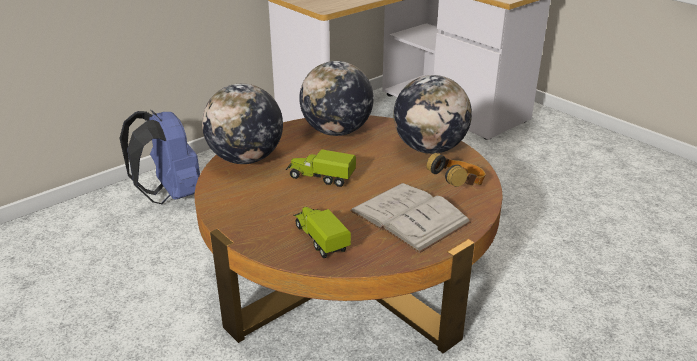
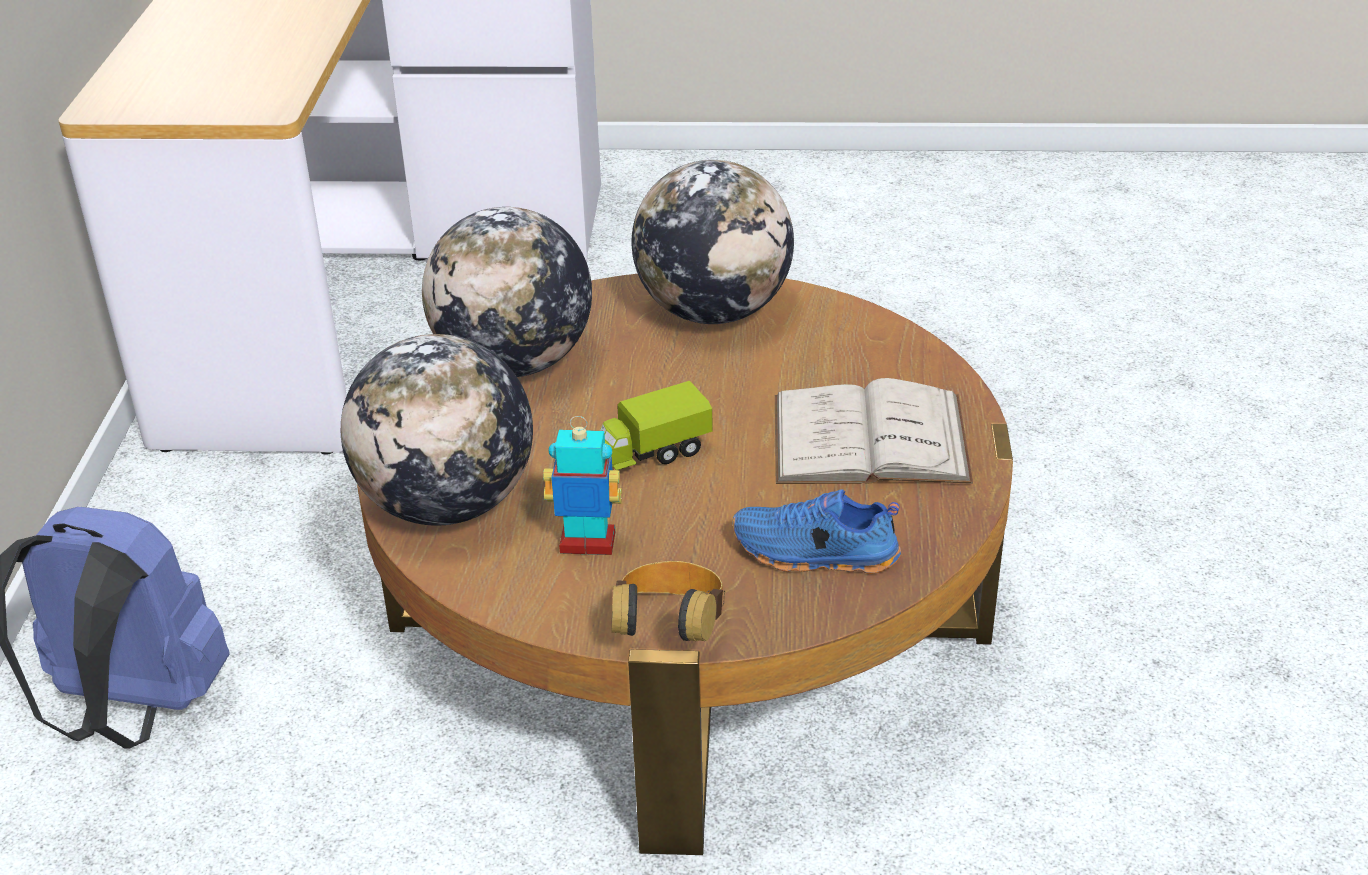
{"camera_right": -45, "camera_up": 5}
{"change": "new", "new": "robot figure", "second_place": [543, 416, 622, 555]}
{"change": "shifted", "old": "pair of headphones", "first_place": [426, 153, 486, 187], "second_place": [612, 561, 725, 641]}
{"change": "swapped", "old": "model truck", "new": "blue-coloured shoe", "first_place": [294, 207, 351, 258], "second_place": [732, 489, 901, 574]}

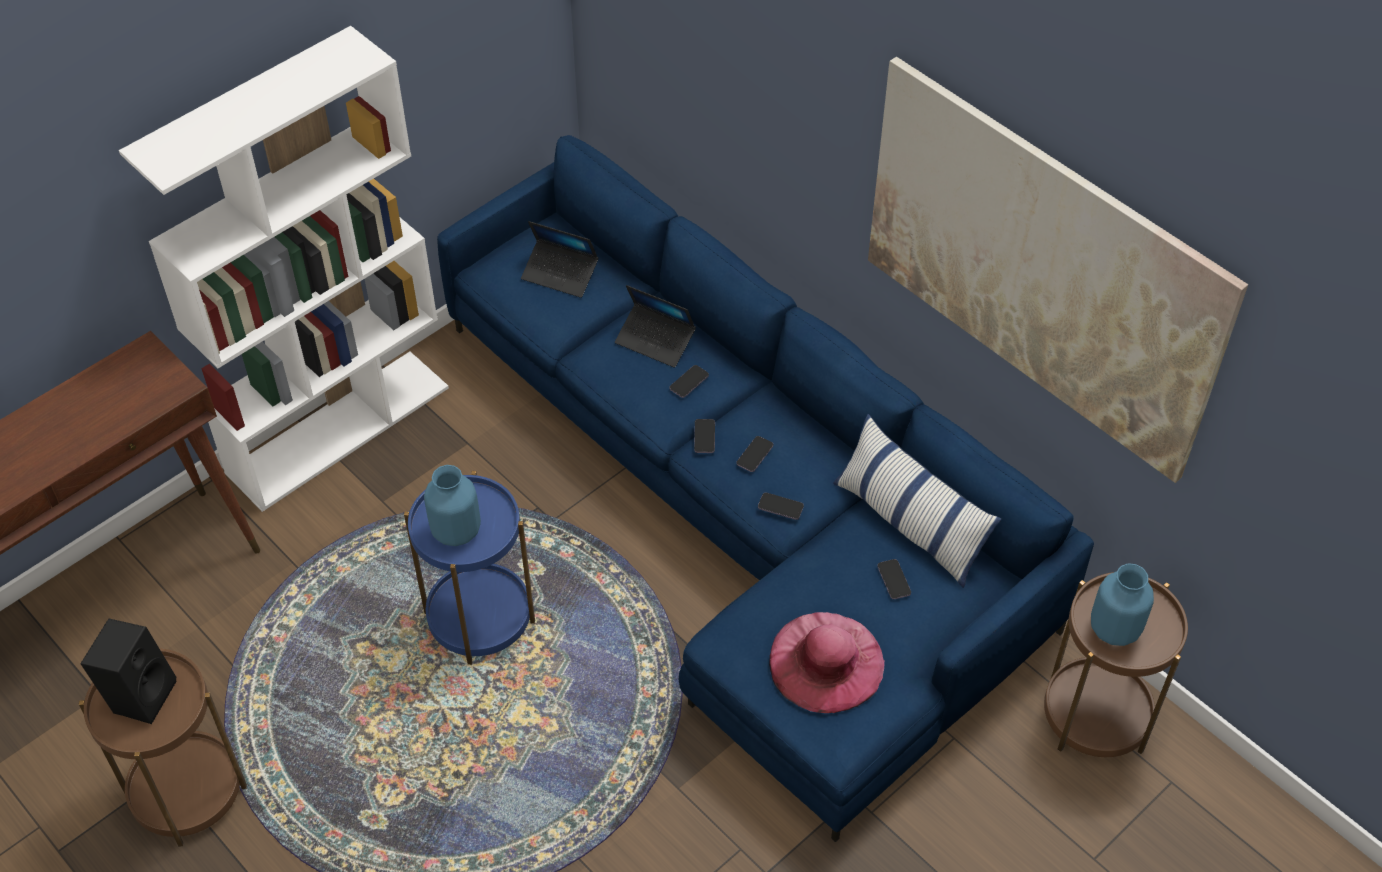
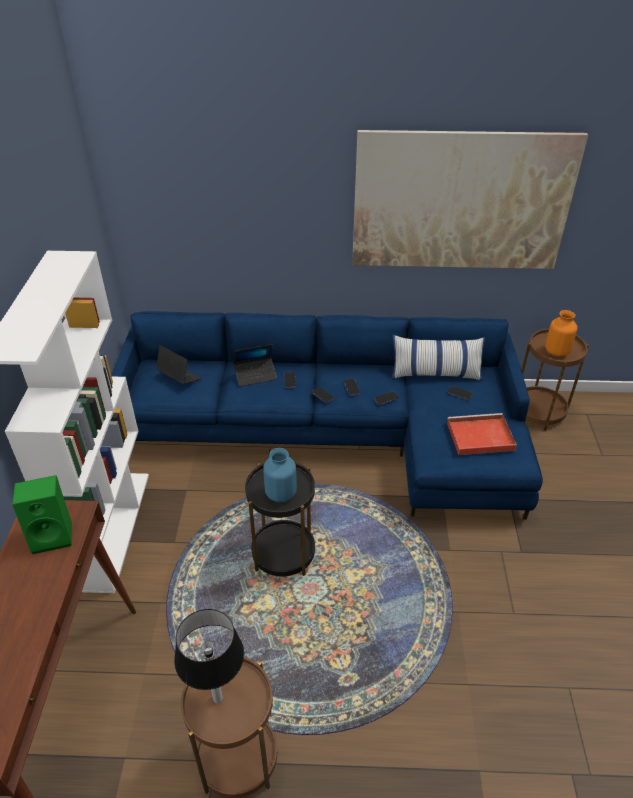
{"camera_right": -45, "camera_up": -10}
{"change": "new", "new": "greenish audio speaker", "second_place": [12, 475, 72, 554]}
{"change": "swapped", "old": "black audio speaker", "new": "tabletop lamp", "first_place": [81, 619, 177, 724], "second_place": [174, 609, 244, 704]}
{"change": "swapped", "old": "pinkish hat", "new": "reddish tray", "first_place": [769, 612, 885, 713], "second_place": [447, 413, 517, 455]}
{"change": "repainted", "old": "blue-coloured end table", "new": "black end table", "first_place": [404, 471, 535, 665], "second_place": [245, 462, 315, 576]}
{"change": "repainted", "old": "blue-coloured flower vase", "new": "orange flower vase", "first_place": [1091, 564, 1154, 646], "second_place": [545, 310, 577, 356]}
{"change": "rotated", "old": "notebook computer", "first_place": [521, 221, 599, 298], "second_place": [156, 345, 202, 385], "degrees": -120}

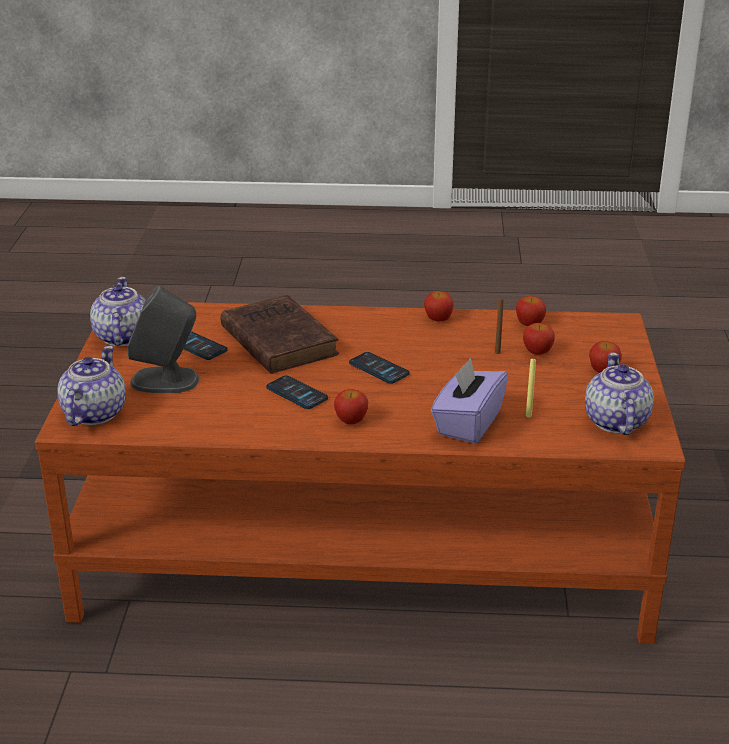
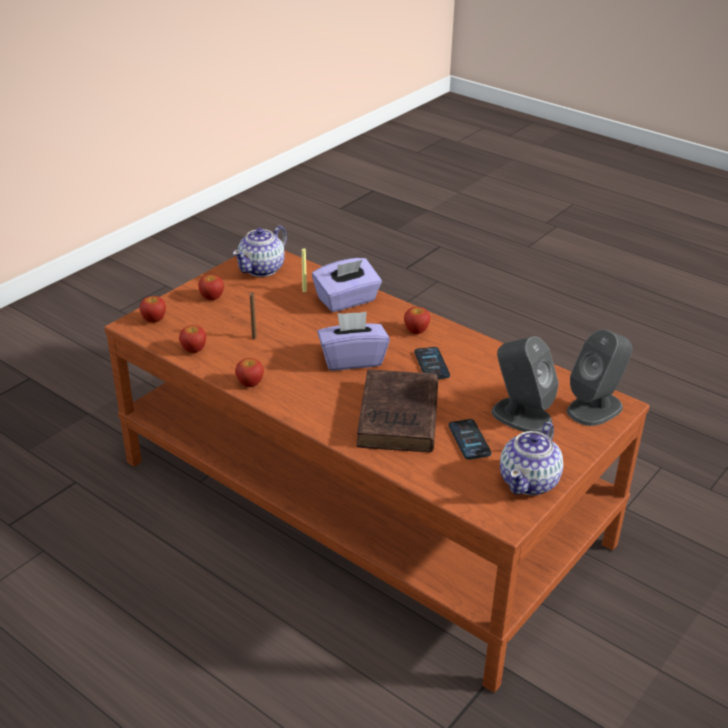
{"camera_right": -145, "camera_up": 5}
{"change": "shifted", "old": "whole apple", "first_place": [523, 323, 555, 355], "second_place": [139, 296, 166, 323]}
{"change": "swapped", "old": "teapot", "new": "gray audio speaker", "first_place": [58, 346, 126, 426], "second_place": [567, 329, 632, 426]}
{"change": "swapped", "old": "handset", "new": "purple-coloured tissue box", "first_place": [349, 352, 409, 384], "second_place": [317, 312, 390, 370]}

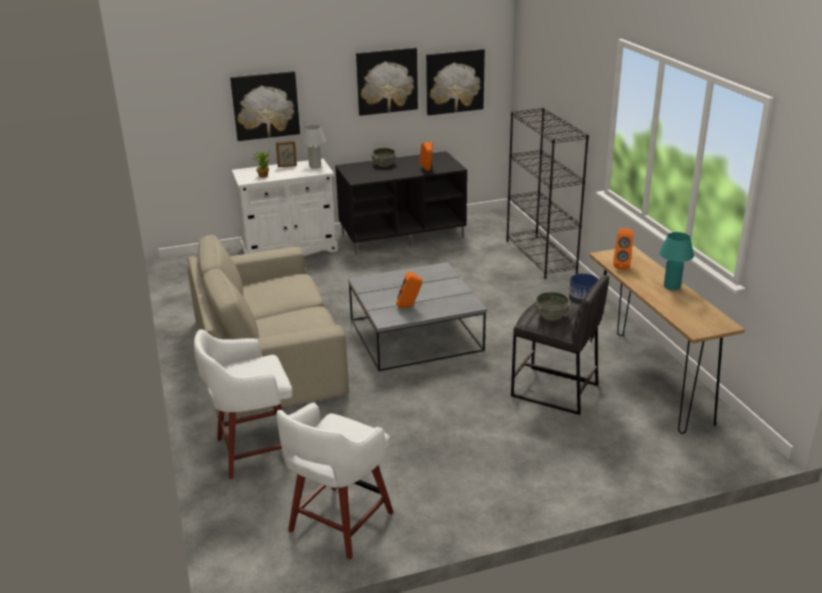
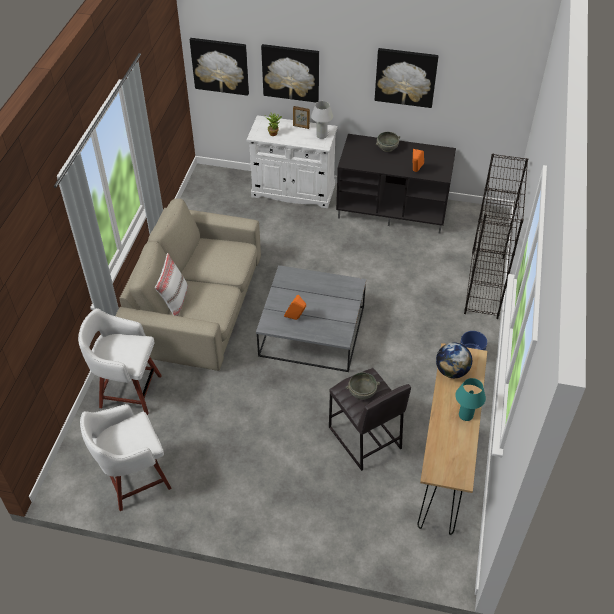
{"camera_right": 30, "camera_up": 20}
{"change": "new", "new": "white-coloured throw pillow", "second_place": [155, 253, 188, 316]}
{"change": "shifted", "old": "picture", "first_place": [426, 49, 485, 115], "second_place": [190, 38, 249, 96]}
{"change": "swapped", "old": "orange audio speaker", "new": "globe", "first_place": [613, 228, 634, 270], "second_place": [436, 342, 472, 378]}

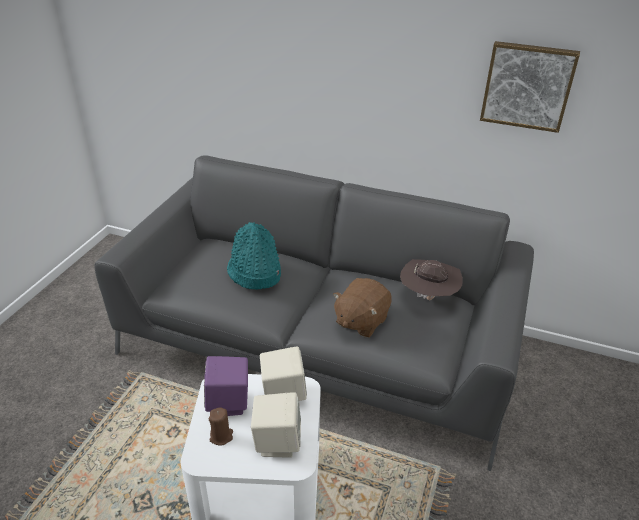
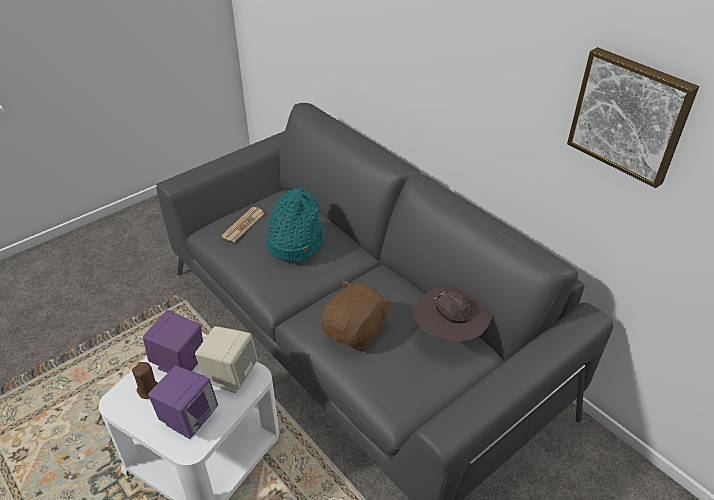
{"camera_right": 30, "camera_up": 5}
{"change": "new", "new": "newspaper", "second_place": [221, 207, 265, 242]}
{"change": "repainted", "old": "sand-coloured audio speaker", "new": "purple-coloured audio speaker", "first_place": [251, 392, 301, 458], "second_place": [148, 366, 218, 439]}
{"change": "rotated", "old": "brownish cuddly toy", "first_place": [333, 278, 392, 338], "second_place": [321, 281, 390, 351], "degrees": 150}

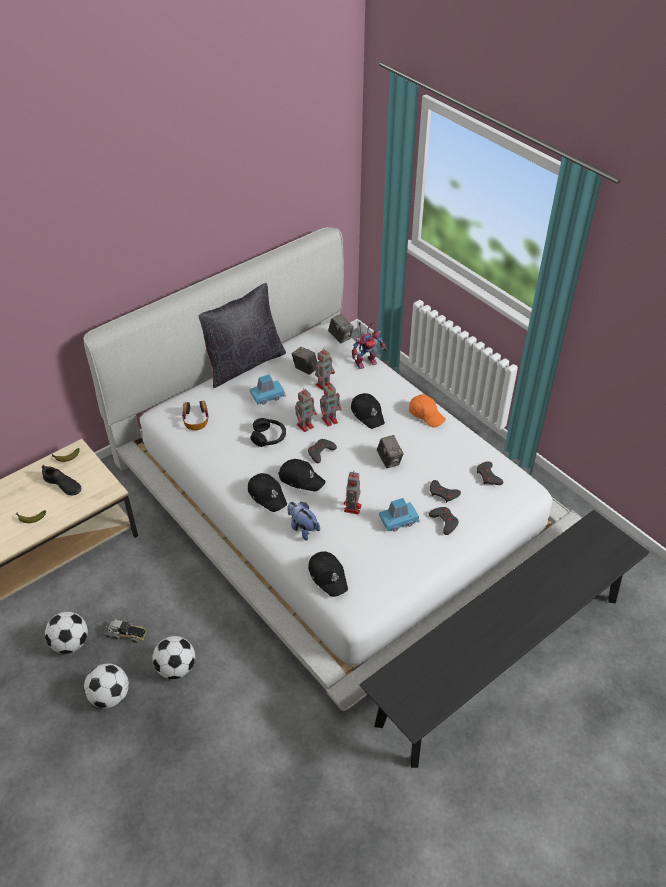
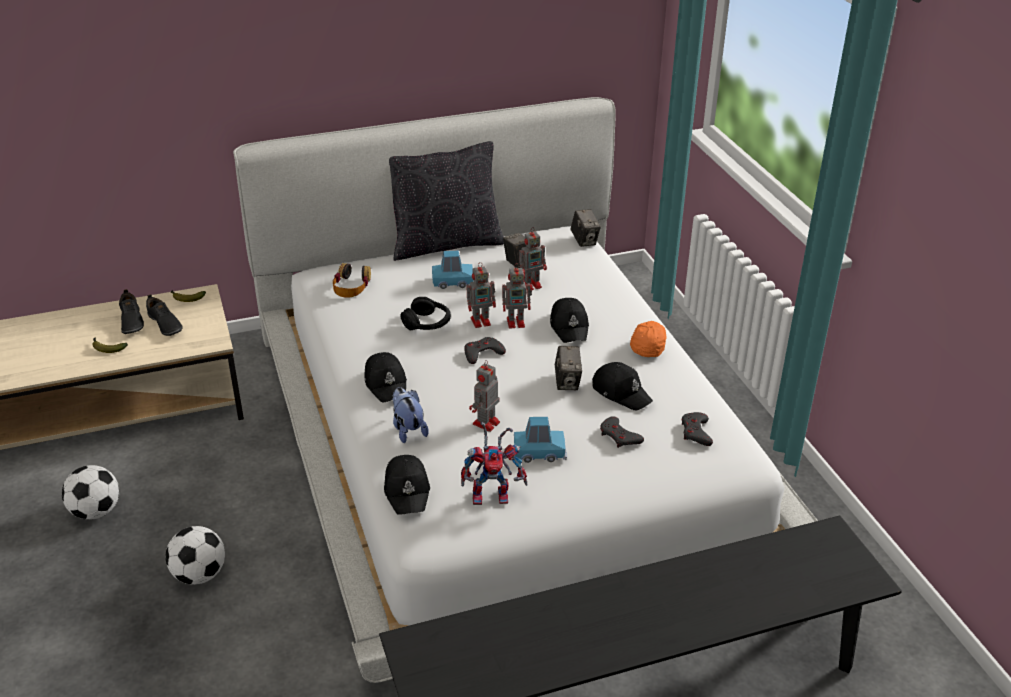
{"camera_right": 20, "camera_up": -10}
{"change": "gone", "old": "football ball", "first_place": [84, 663, 129, 708]}
{"change": "gone", "old": "model truck", "first_place": [104, 615, 147, 644]}
{"change": "gone", "old": "gray gamepad", "first_place": [429, 507, 459, 535]}
{"change": "new", "new": "black shoe", "second_place": [119, 289, 144, 334]}
{"change": "shifted", "old": "black peaked cap", "first_place": [278, 459, 326, 491], "second_place": [592, 362, 653, 411]}
{"change": "shifted", "old": "robot figure", "first_place": [352, 322, 387, 369], "second_place": [461, 422, 527, 505]}
{"change": "rotated", "old": "orange peaked cap", "first_place": [409, 394, 446, 427], "second_place": [630, 321, 667, 357], "degrees": -135}

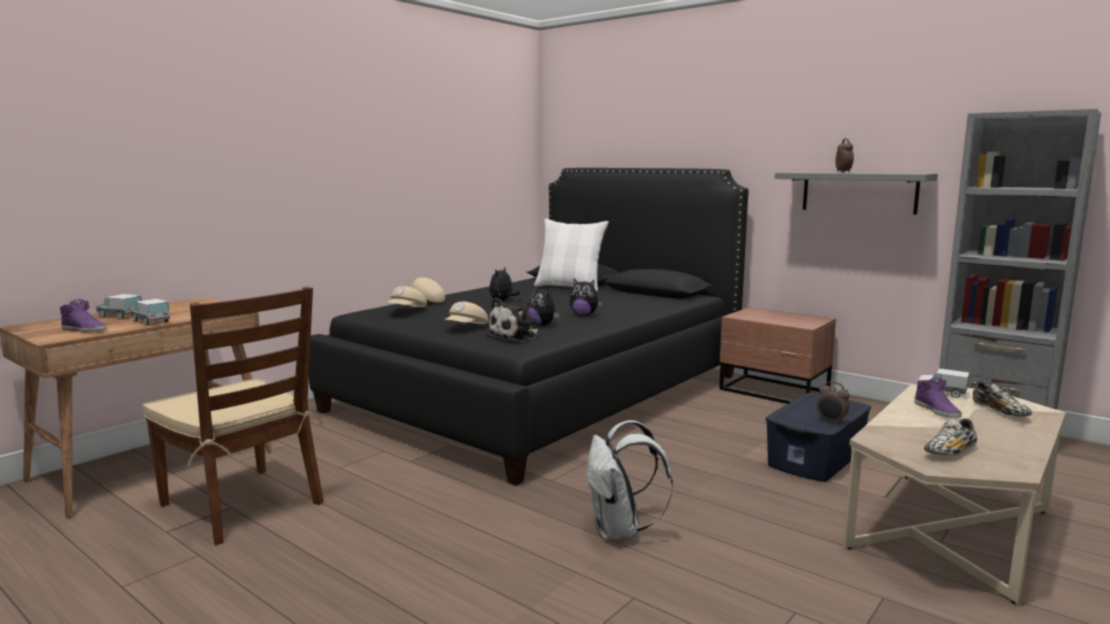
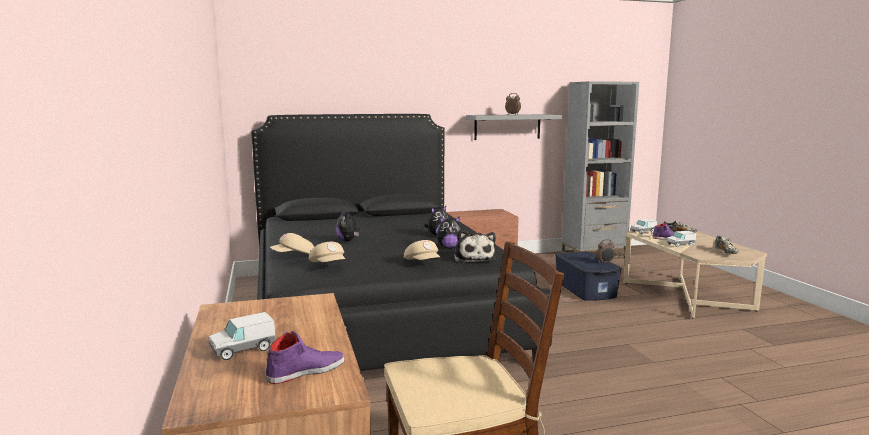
{"camera_right": -55, "camera_up": 0}
{"change": "gone", "old": "white-coloured throw pillow", "first_place": [534, 219, 609, 292]}
{"change": "gone", "old": "white-coloured rucksack", "first_place": [587, 420, 673, 540]}
{"change": "shifted", "old": "model truck", "first_place": [130, 299, 170, 325], "second_place": [667, 231, 696, 247]}

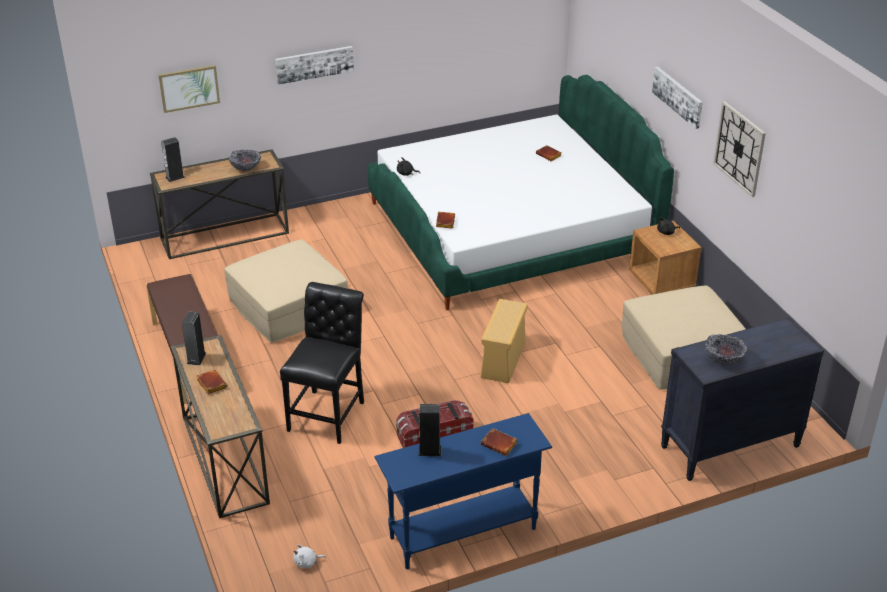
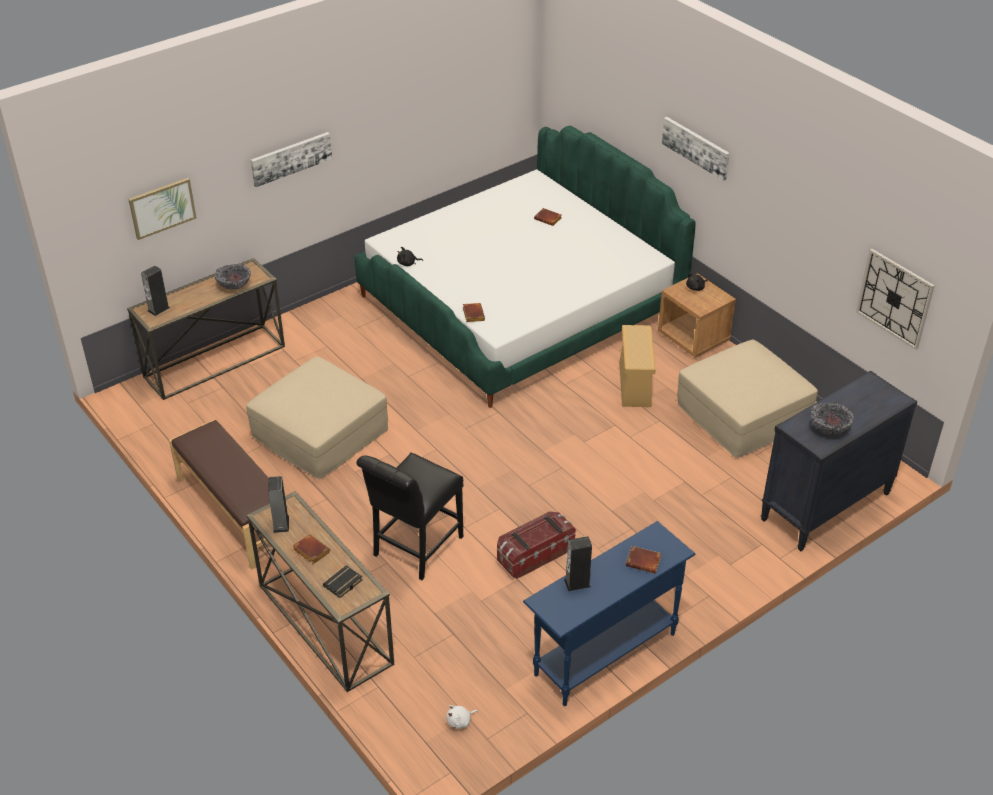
{"camera_right": -15, "camera_up": 5}
{"change": "new", "new": "black bound book", "second_place": [323, 565, 363, 598]}
{"change": "shifted", "old": "sand-coloured storage box", "first_place": [481, 299, 528, 383], "second_place": [619, 325, 656, 407]}
{"change": "shifted", "old": "clock on the wall", "first_place": [713, 101, 766, 197], "second_place": [856, 249, 935, 350]}
{"change": "rotated", "old": "black plain chair", "first_place": [280, 282, 364, 444], "second_place": [356, 452, 464, 580], "degrees": -150}

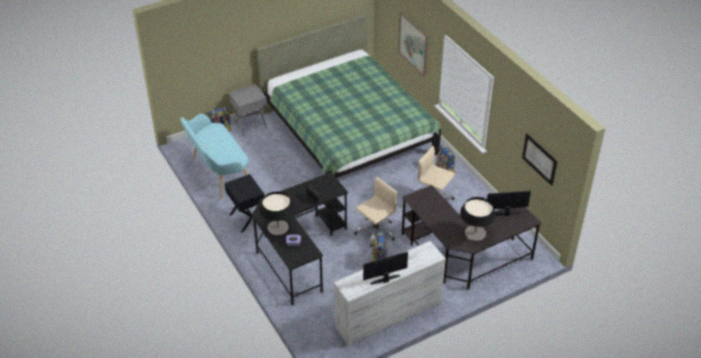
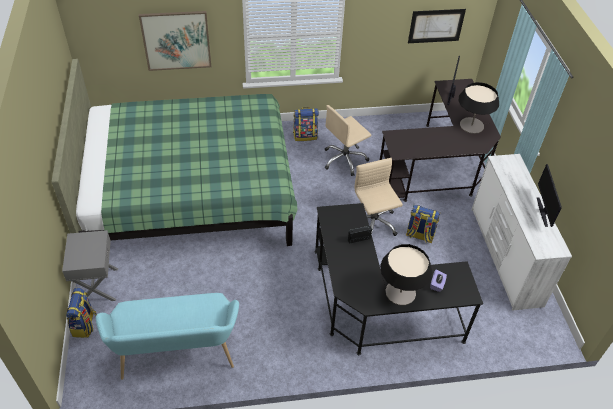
{"camera_right": -70, "camera_up": 5}
{"change": "gone", "old": "black nightstand", "first_place": [225, 174, 264, 233]}

